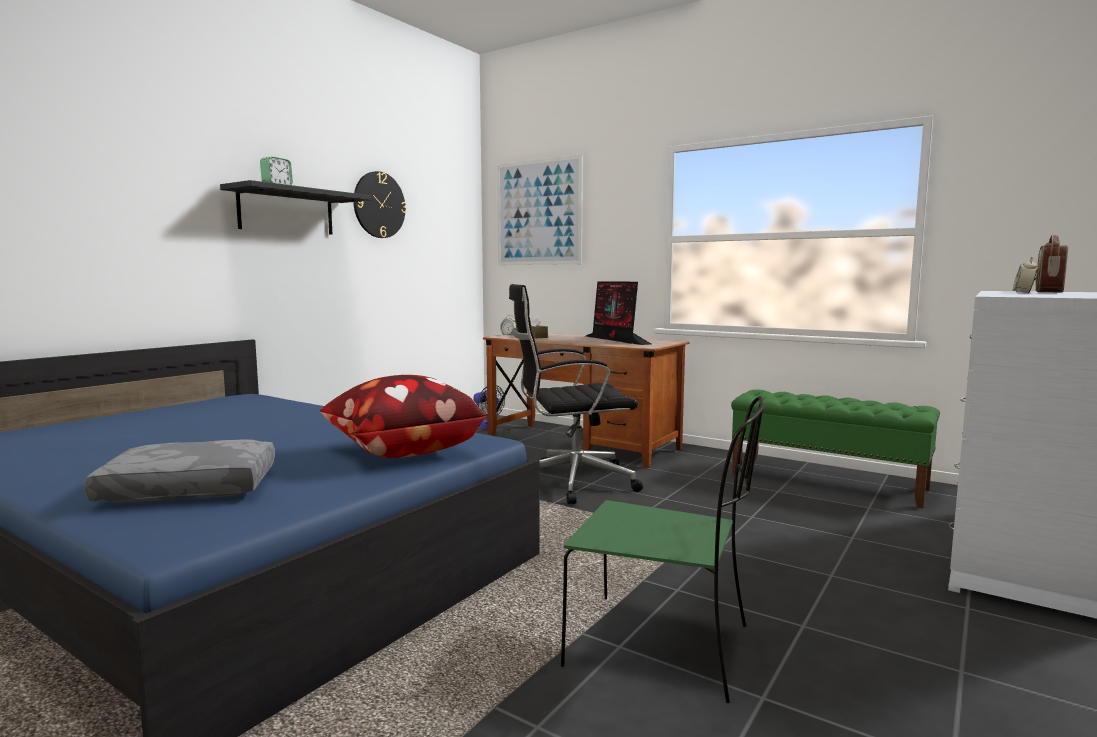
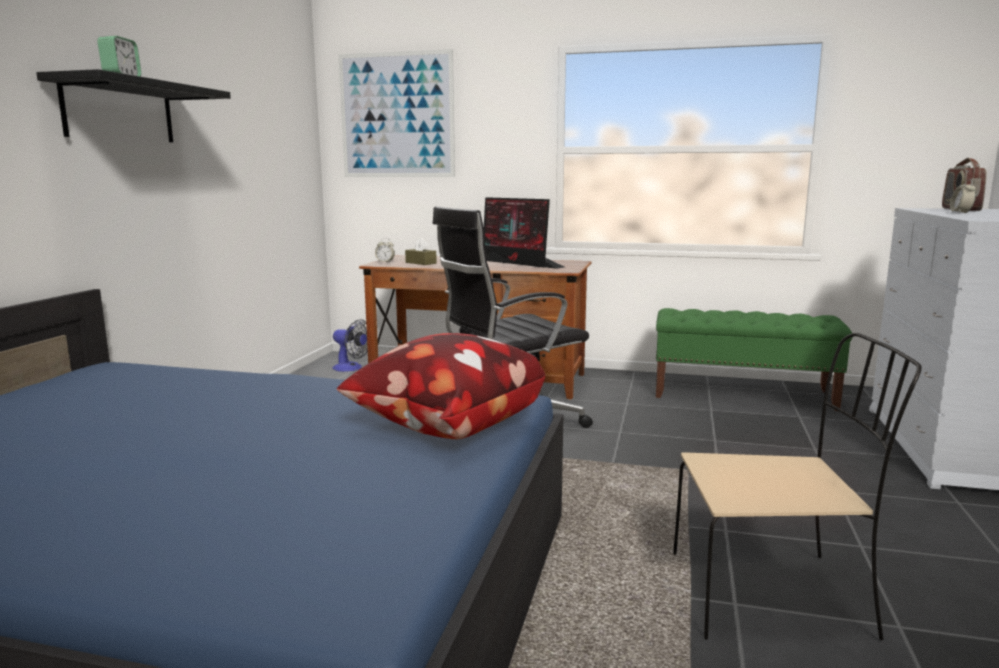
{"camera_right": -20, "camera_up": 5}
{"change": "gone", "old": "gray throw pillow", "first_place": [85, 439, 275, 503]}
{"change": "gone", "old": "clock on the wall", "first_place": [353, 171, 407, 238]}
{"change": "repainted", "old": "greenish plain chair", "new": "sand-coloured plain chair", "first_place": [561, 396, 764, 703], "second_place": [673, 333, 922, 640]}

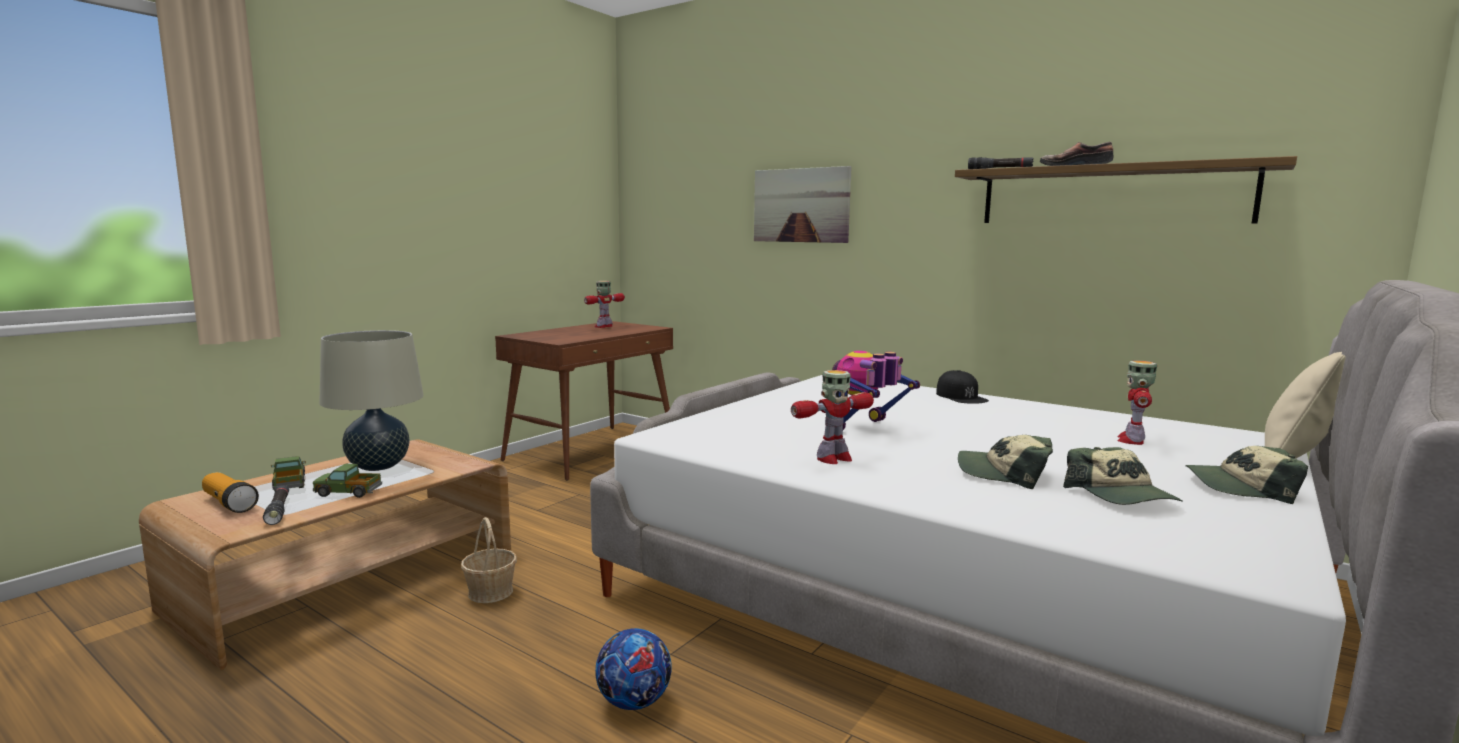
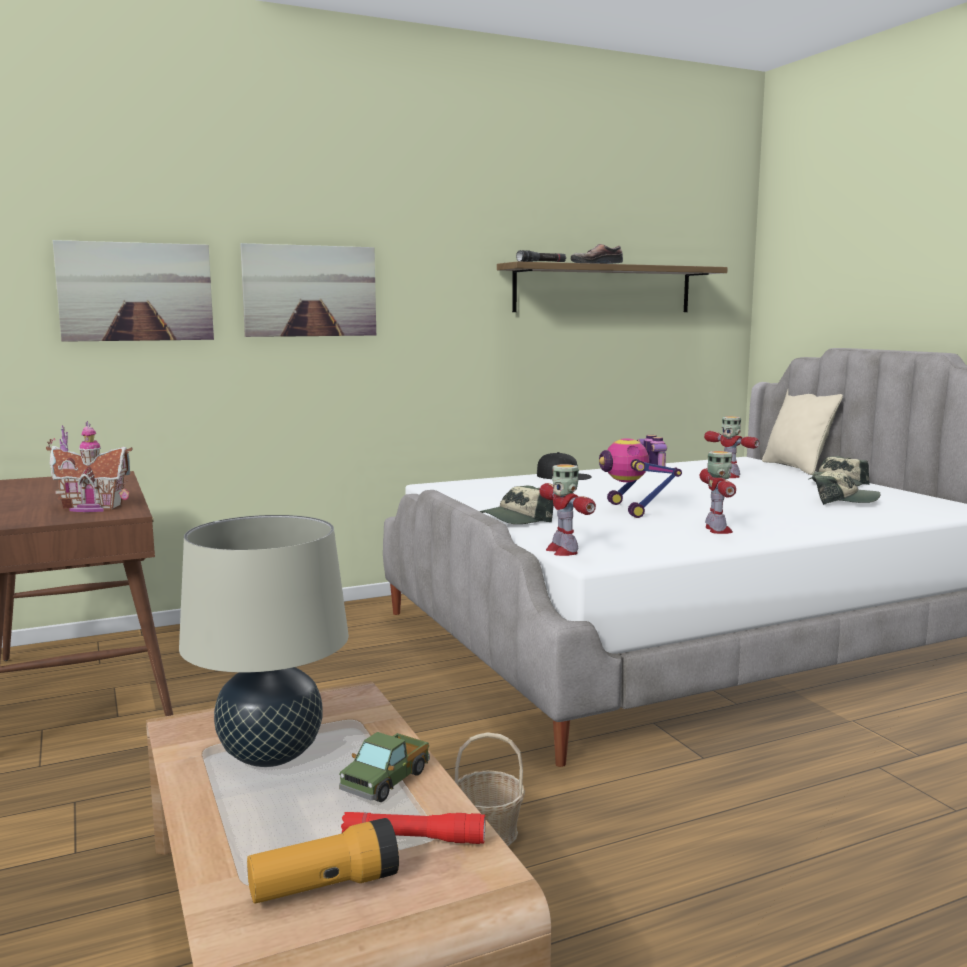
{"camera_right": -60, "camera_up": 0}
{"change": "gone", "old": "model truck", "first_place": [271, 456, 306, 491]}
{"change": "gone", "old": "football ball", "first_place": [595, 628, 672, 710]}
{"change": "new", "new": "toy house", "second_place": [46, 421, 133, 512]}
{"change": "new", "new": "picture", "second_place": [53, 240, 214, 342]}
{"change": "shifted", "old": "robot figure", "first_place": [584, 281, 625, 328], "second_place": [539, 464, 596, 556]}
{"change": "shifted", "old": "peaked cap", "first_place": [958, 435, 1053, 489], "second_place": [480, 485, 554, 524]}
{"change": "repainted", "old": "black hand torch", "new": "reddish hand torch", "first_place": [263, 485, 289, 525], "second_place": [341, 812, 485, 844]}

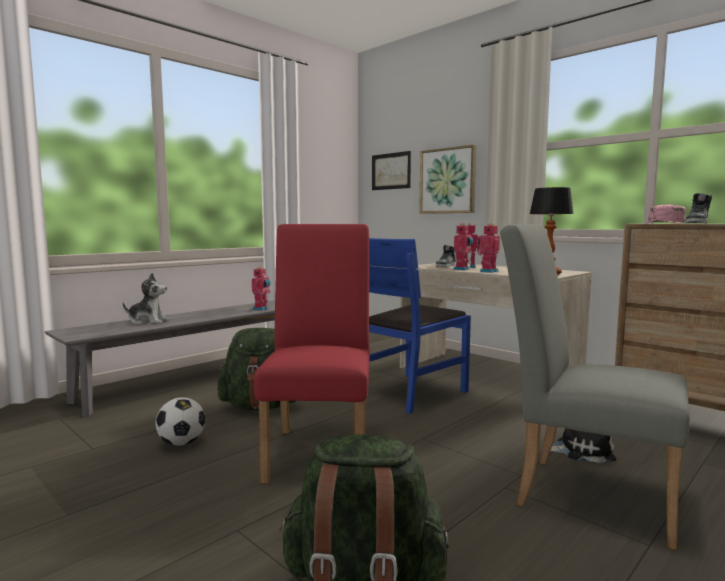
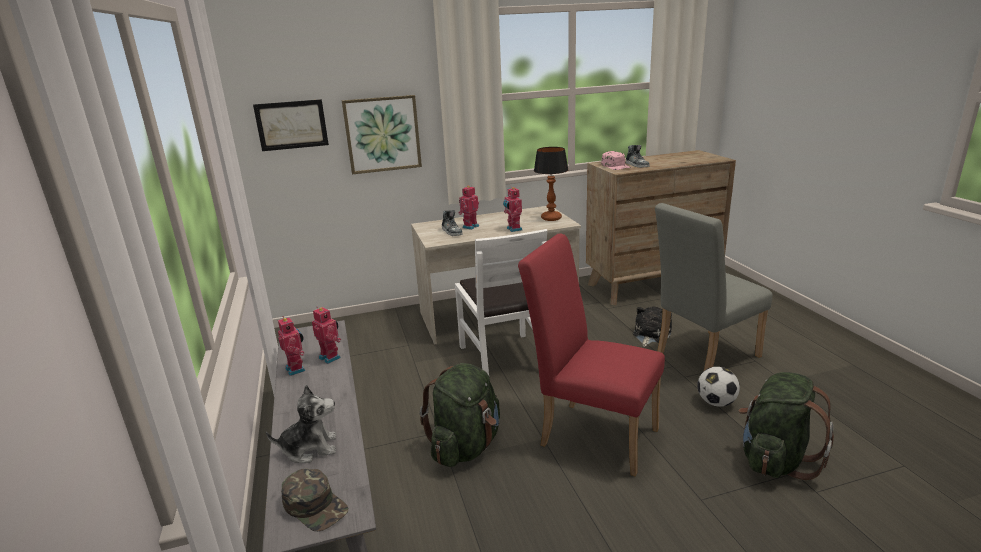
{"camera_right": -60, "camera_up": 15}
{"change": "new", "new": "greenish peaked cap", "second_place": [281, 469, 348, 531]}
{"change": "shifted", "old": "football ball", "first_place": [156, 397, 205, 446], "second_place": [697, 367, 740, 407]}
{"change": "shifted", "old": "robot figure", "first_place": [453, 223, 473, 270], "second_place": [278, 316, 305, 376]}
{"change": "repainted", "old": "blue-coloured plain chair", "new": "white-coloured plain chair", "first_place": [369, 238, 471, 414], "second_place": [455, 229, 547, 376]}
{"change": "rotated", "old": "cuddly toy", "first_place": [123, 273, 170, 325], "second_place": [266, 385, 336, 463], "degrees": 45}

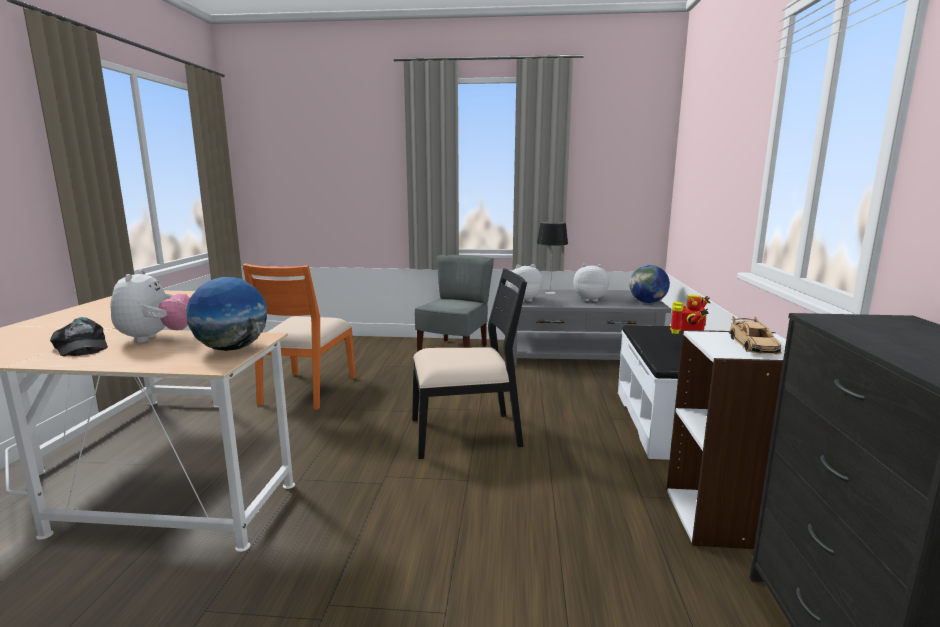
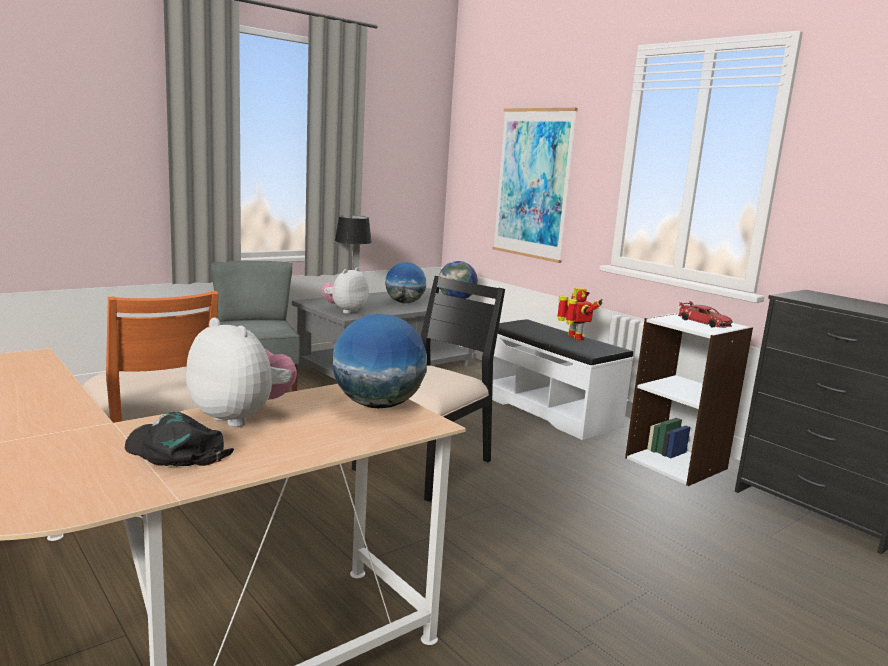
{"camera_right": -45, "camera_up": 0}
{"change": "new", "new": "picture", "second_place": [492, 108, 578, 263]}
{"change": "swapped", "old": "cuddly toy", "new": "globe", "first_place": [573, 264, 609, 302], "second_place": [385, 262, 426, 303]}
{"change": "repainted", "old": "sand-coloured miniature car", "new": "reddish miniature car", "first_place": [728, 316, 782, 355], "second_place": [678, 301, 732, 328]}
{"change": "rotated", "old": "black peaked cap", "first_place": [50, 317, 108, 356], "second_place": [125, 412, 234, 467], "degrees": -150}

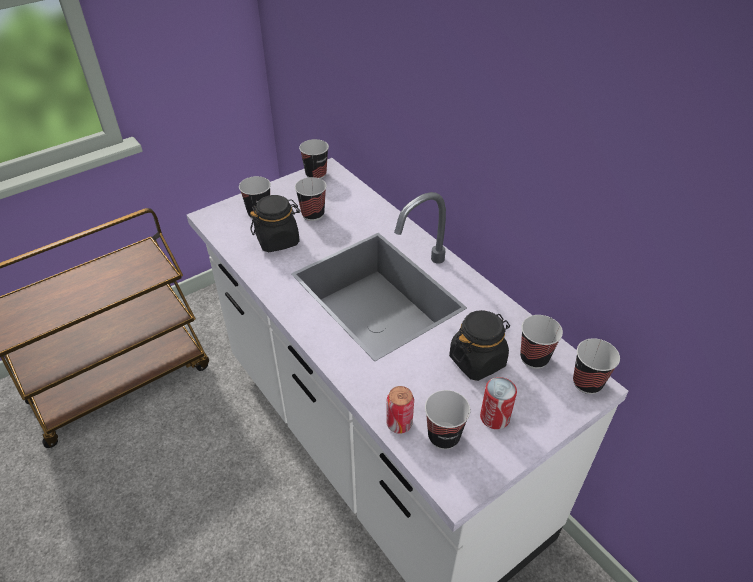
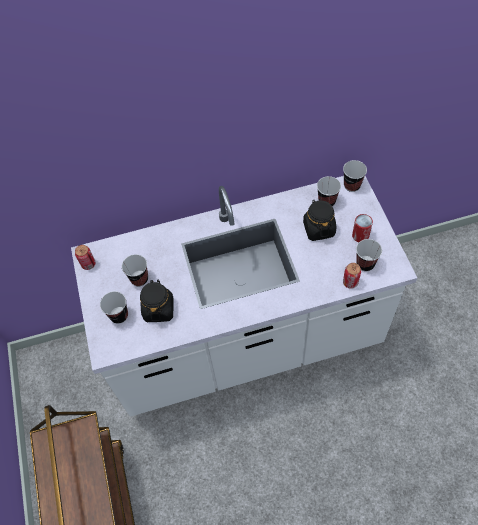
{"camera_right": -65, "camera_up": 15}
{"change": "swapped", "old": "cup", "new": "can", "first_place": [299, 139, 329, 179], "second_place": [75, 245, 96, 270]}

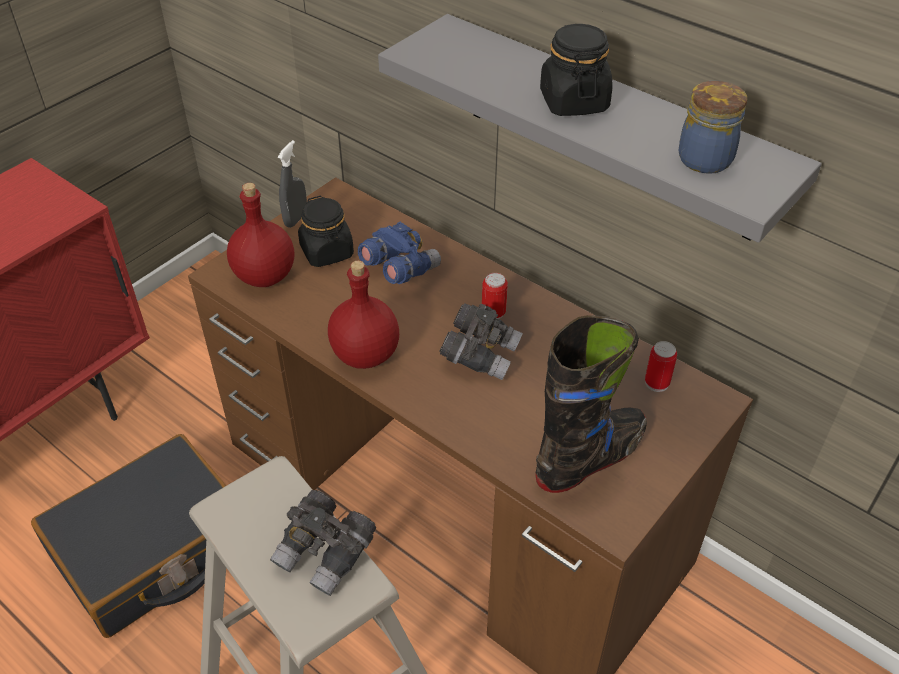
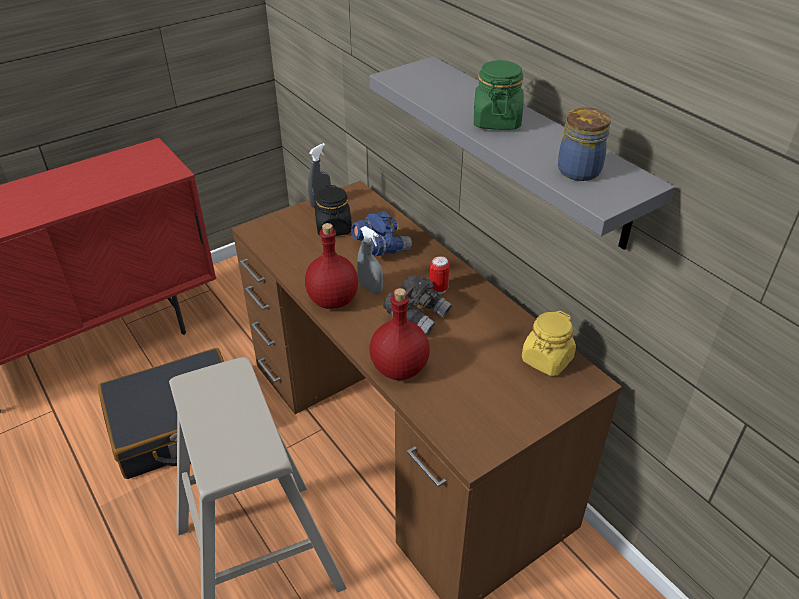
{"camera_right": 15, "camera_up": -5}
{"change": "gone", "old": "gray field glasses", "first_place": [270, 490, 376, 596]}
{"change": "gone", "old": "black boot", "first_place": [535, 315, 647, 493]}
{"change": "new", "new": "gray spray bottle", "second_place": [357, 226, 383, 294]}
{"change": "shifted", "old": "reddish drink bottle", "first_place": [227, 183, 294, 287], "second_place": [369, 288, 430, 380]}
{"change": "swapped", "old": "can", "new": "yellowish storage jar", "first_place": [645, 341, 677, 392], "second_place": [522, 311, 576, 376]}
{"change": "repainted", "old": "black storage jar", "new": "greenish storage jar", "first_place": [540, 24, 613, 116], "second_place": [474, 60, 524, 130]}

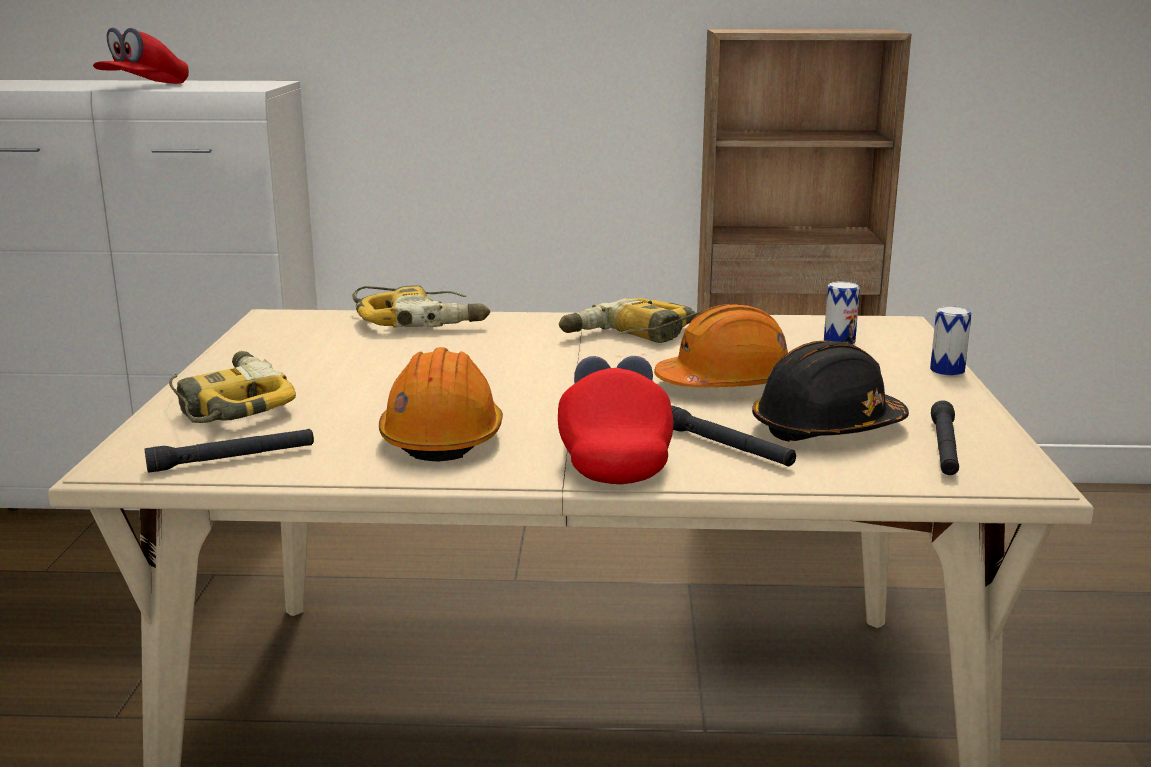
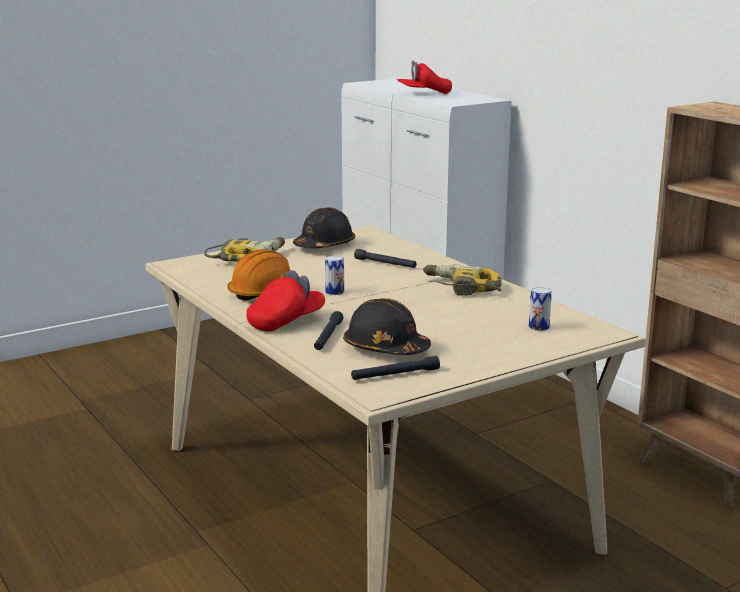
{"camera_right": 55, "camera_up": 0}
{"change": "gone", "old": "power drill", "first_place": [353, 285, 490, 327]}
{"change": "gone", "old": "orange hard hat", "first_place": [654, 304, 788, 387]}
{"change": "new", "new": "black hard hat", "second_place": [293, 208, 355, 249]}
{"change": "shifted", "old": "black hand torch", "first_place": [145, 429, 314, 473], "second_place": [354, 249, 417, 268]}
{"change": "shifted", "old": "can", "first_place": [930, 306, 972, 376], "second_place": [325, 256, 344, 295]}

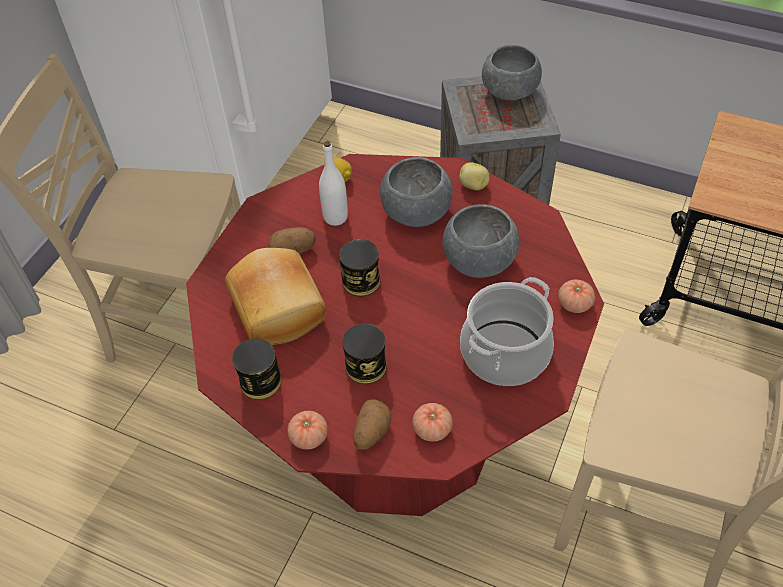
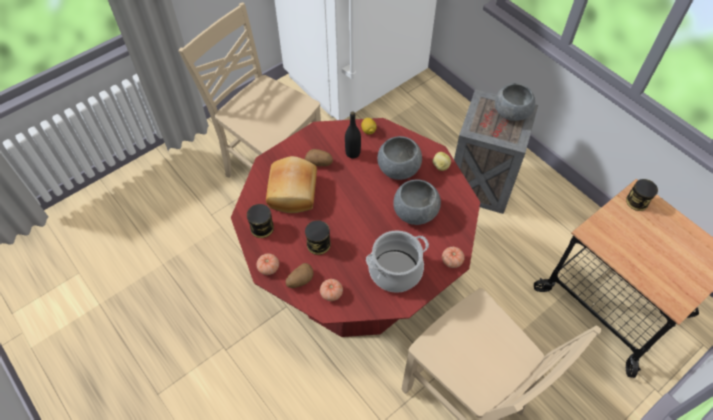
{"camera_right": 25, "camera_up": 5}
{"change": "shifted", "old": "can", "first_place": [339, 239, 380, 296], "second_place": [626, 179, 658, 211]}
{"change": "repainted", "old": "white-coloured drink bottle", "new": "black drink bottle", "first_place": [319, 141, 348, 226], "second_place": [345, 111, 361, 158]}

